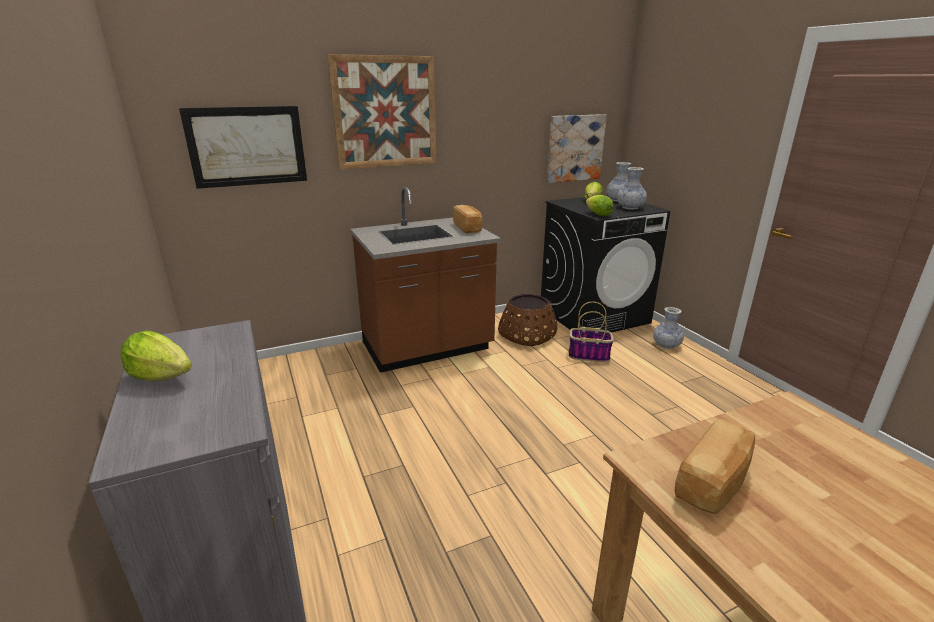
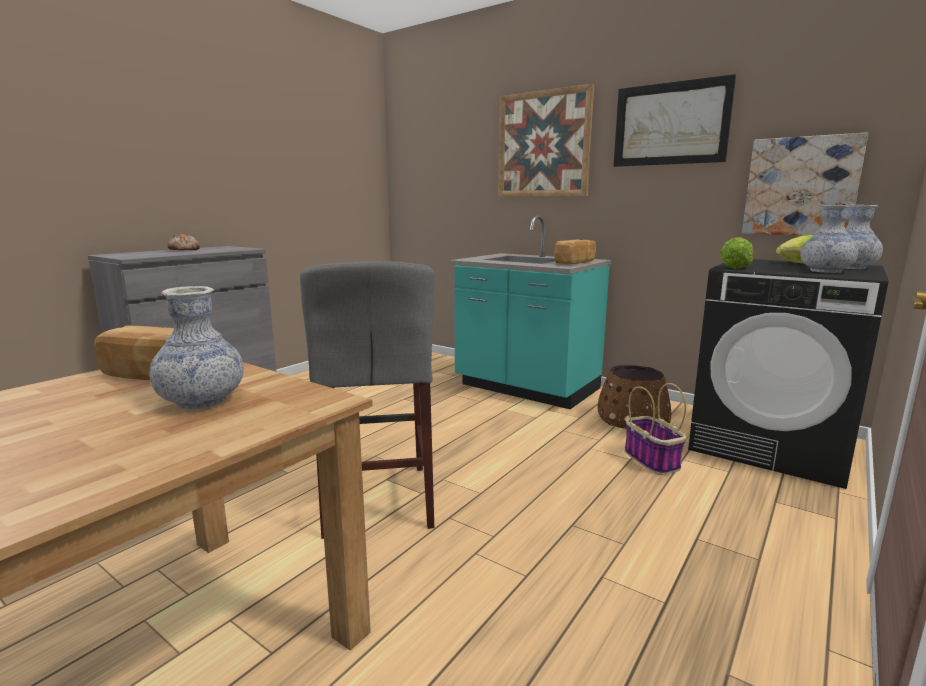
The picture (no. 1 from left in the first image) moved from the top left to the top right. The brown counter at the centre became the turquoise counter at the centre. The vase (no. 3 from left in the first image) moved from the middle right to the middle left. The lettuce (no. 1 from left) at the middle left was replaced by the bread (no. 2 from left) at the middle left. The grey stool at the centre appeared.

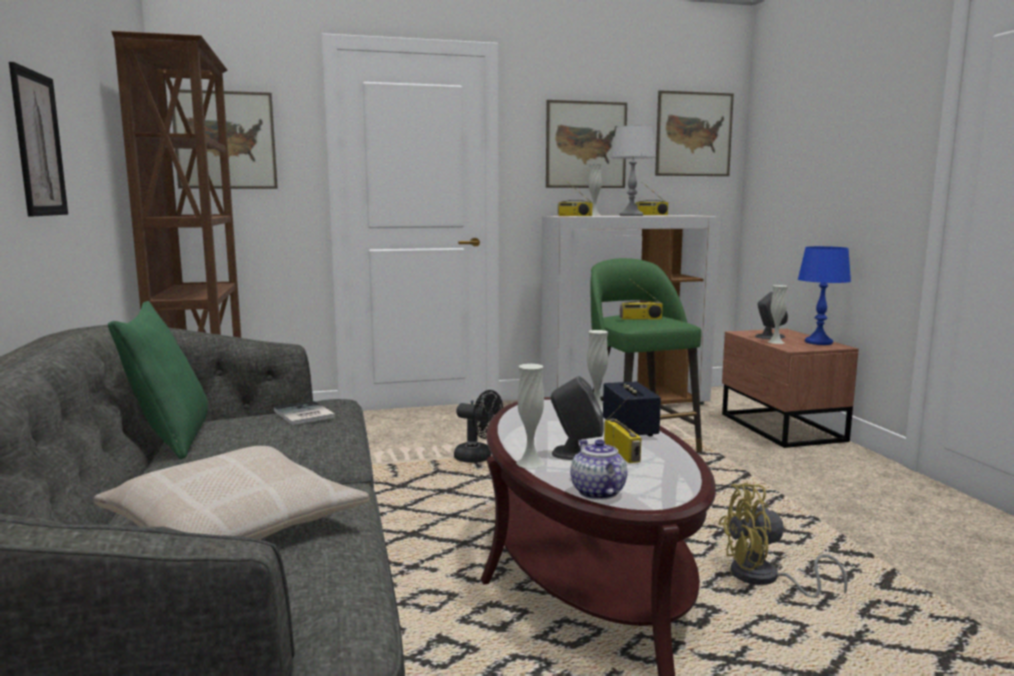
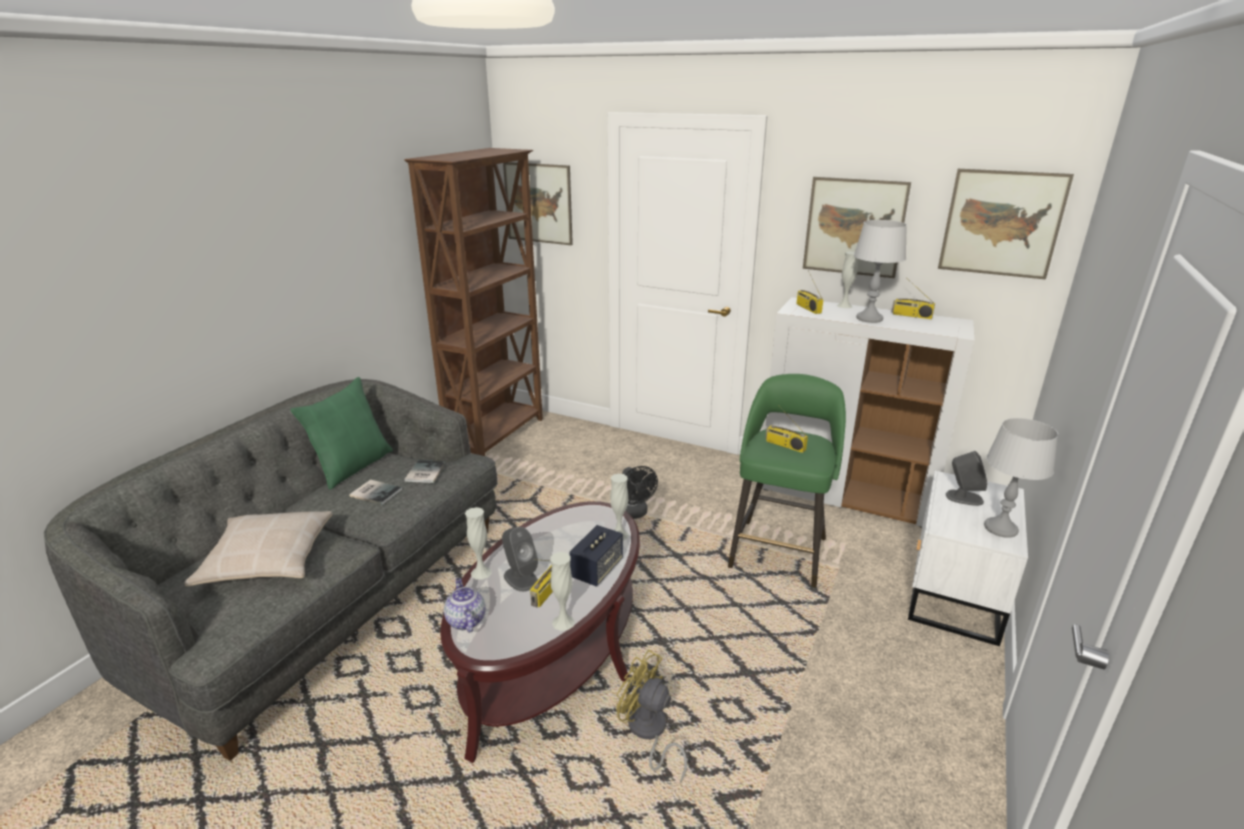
The picture (no. 1 from left) at the top left disappeared. The blue table lamp at the middle right became the grey table lamp (no. 2 from left) at the middle right. The white vase (no. 4 from left in the first image) moved from the middle right to the bottom centre. The brown nightstand at the middle right became the white nightstand at the bottom right. The teapot at the bottom centre turned 45 degrees counterclockwise. The book (no. 1 from left) at the middle left appeared.

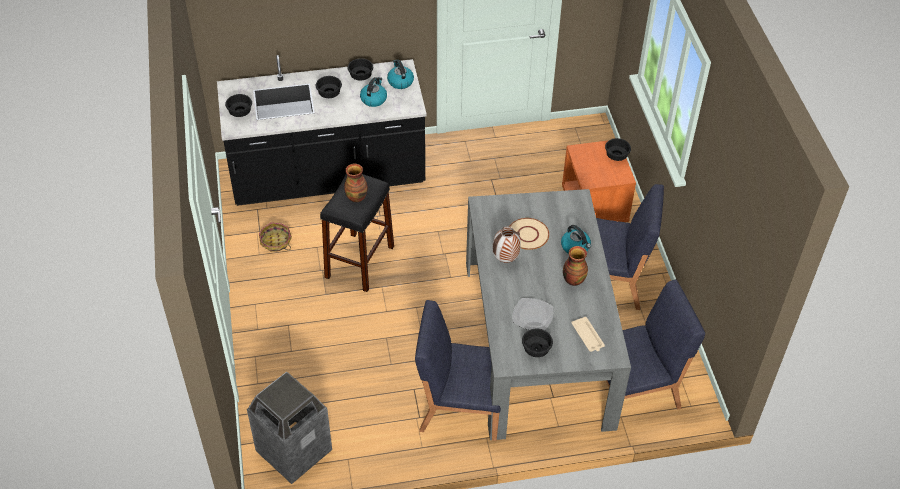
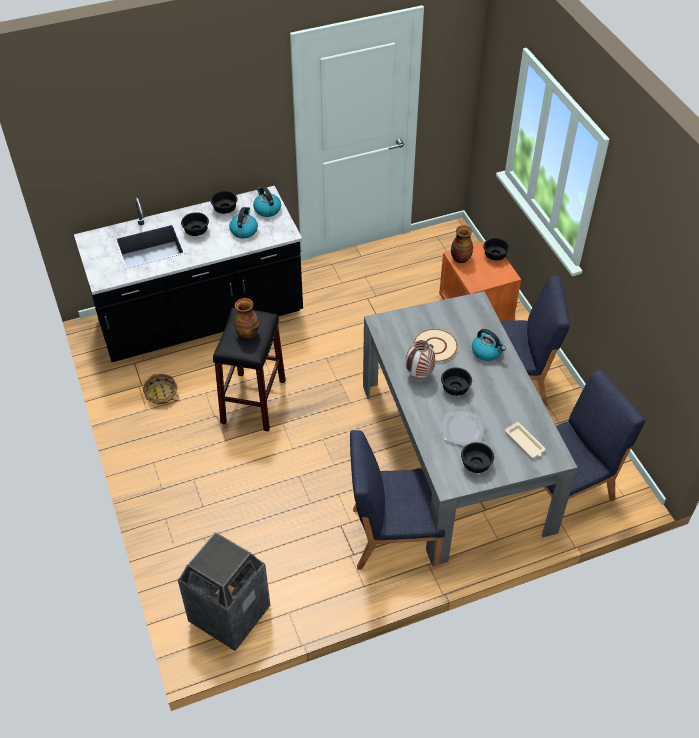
The black bowl (no. 1 from left in the first image) moved from the top left to the centre. The vase (no. 3 from left) moved from the centre to the top centre.

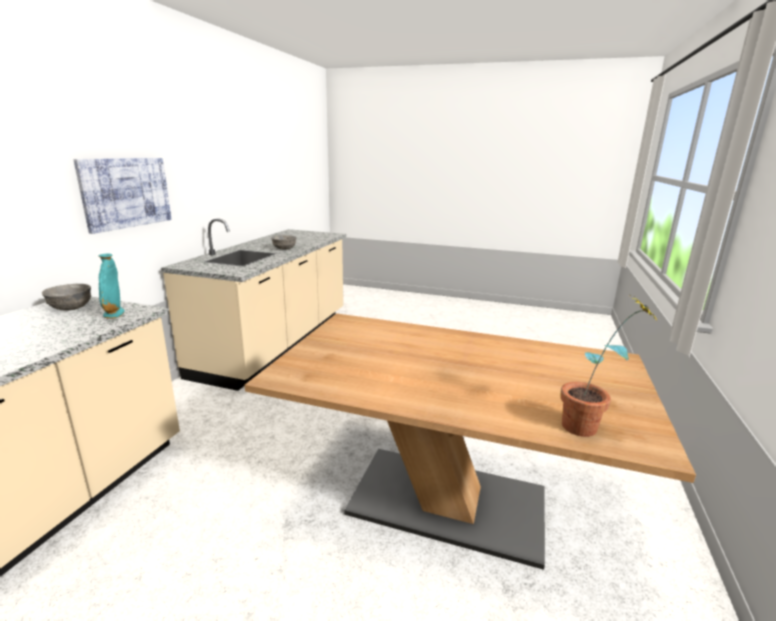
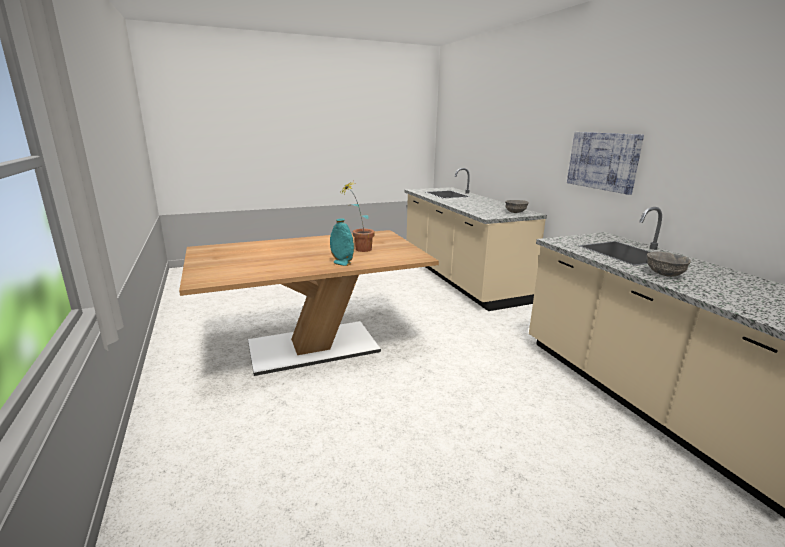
The turquoise vase moved from the middle left to the centre. The potted plant moved from the middle right to the centre.

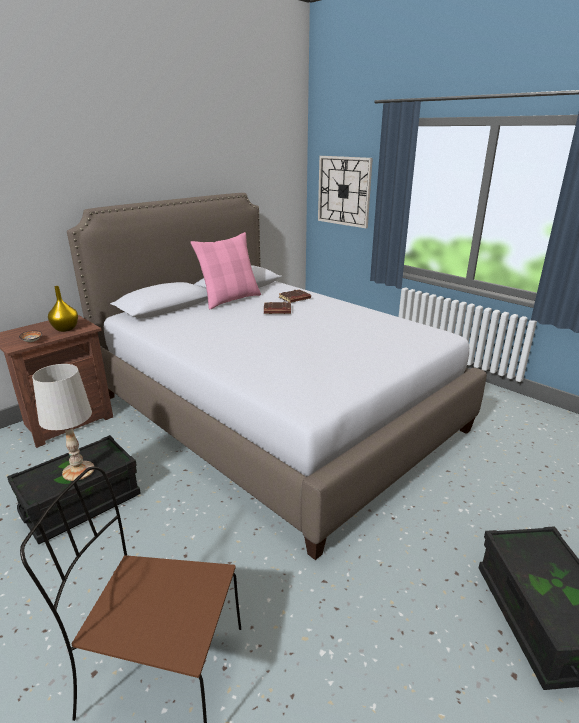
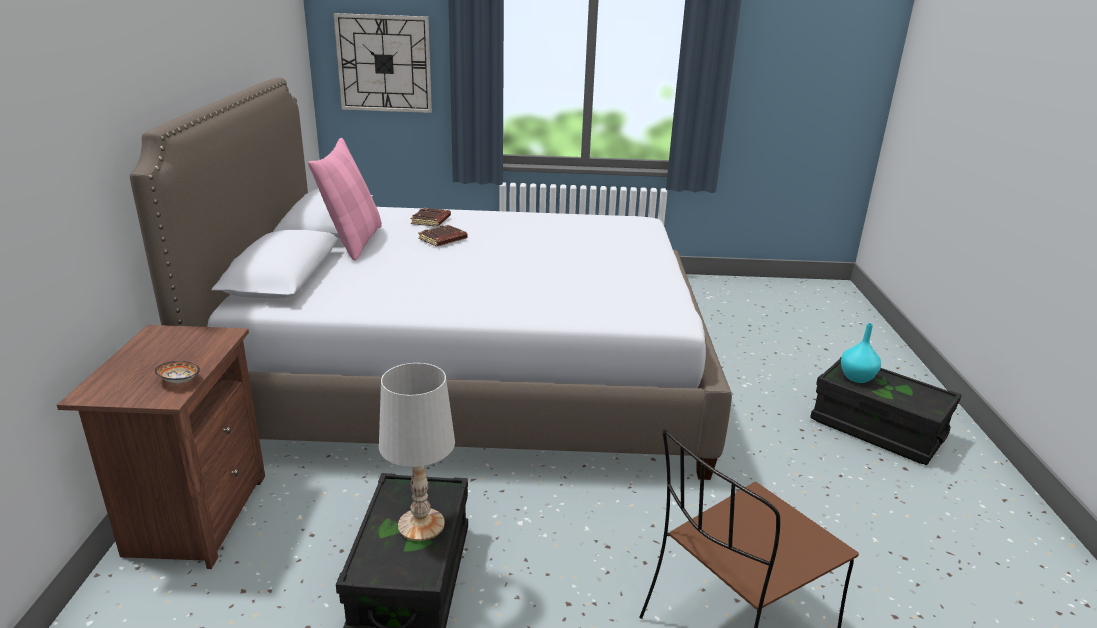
The yellow vase at the middle left disappeared. The turquoise vase at the middle right appeared.

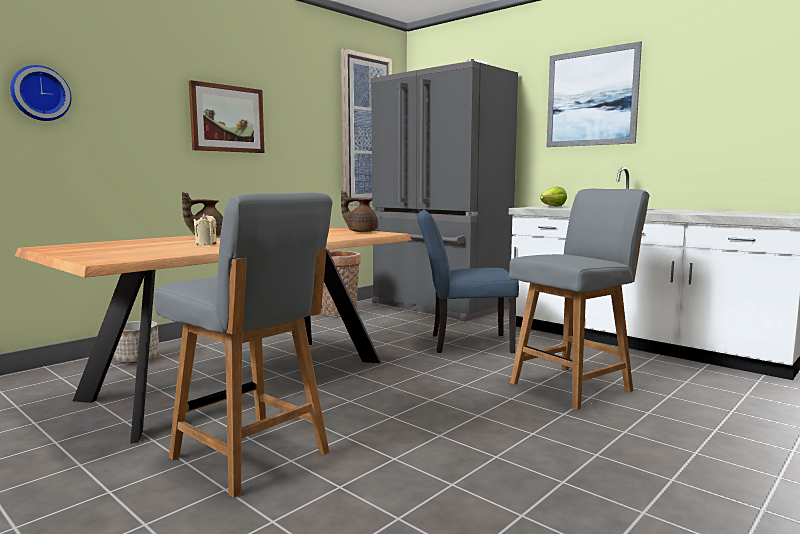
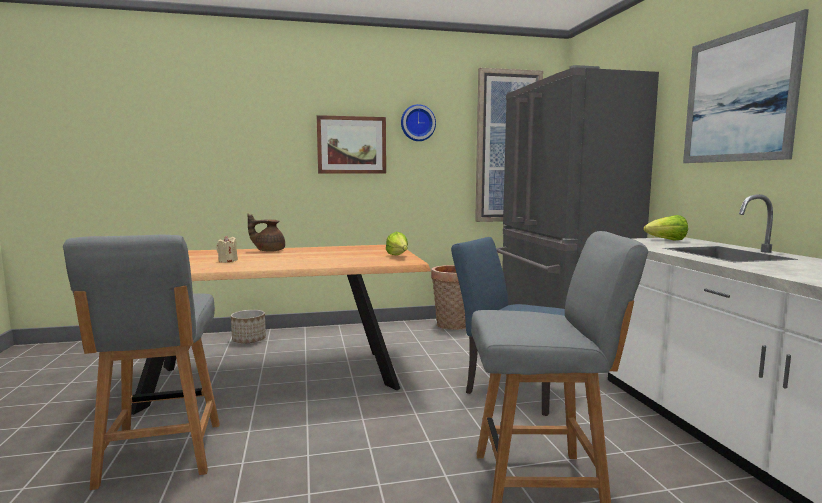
The wall clock moved from the top left to the top centre. The brown teapot (no. 2 from left) at the centre was replaced by the lettuce (no. 1 from left) at the centre.

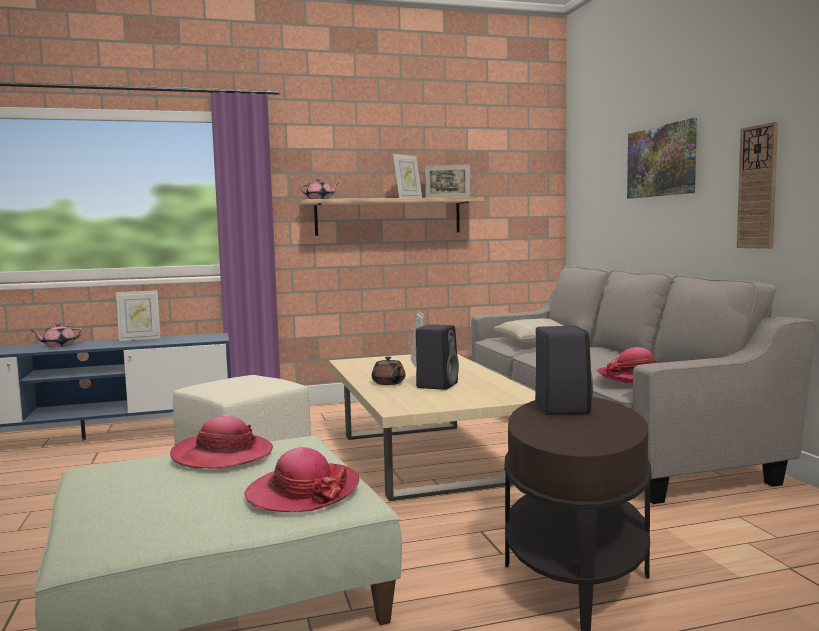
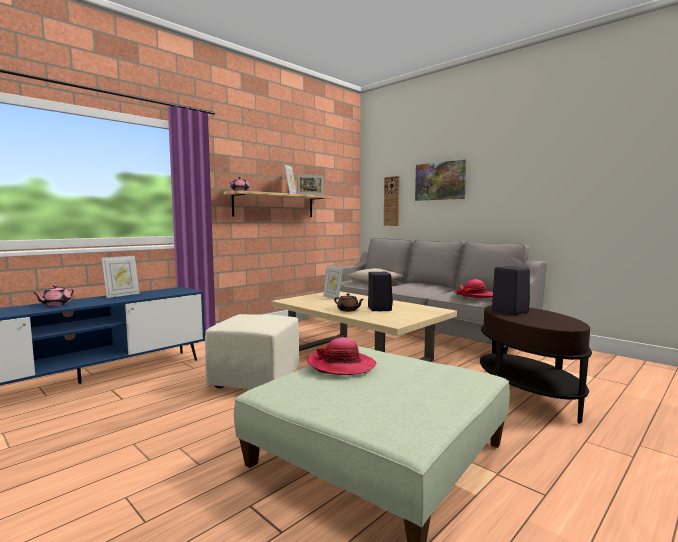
The wall clock moved from the top right to the centre. The hat (no. 2 from left) at the bottom centre disappeared.

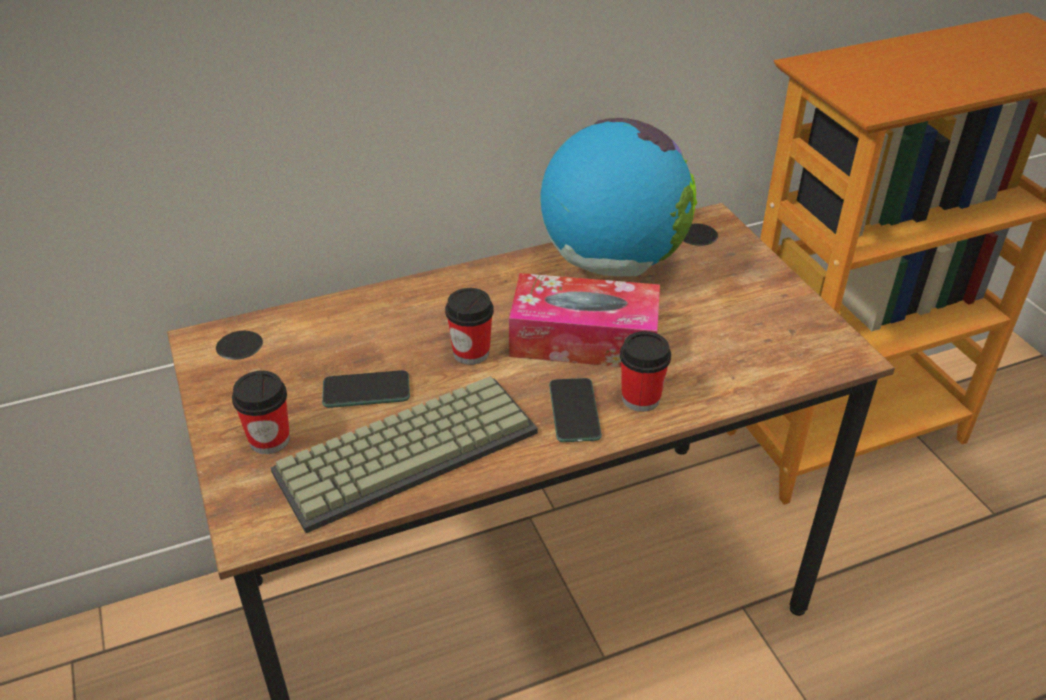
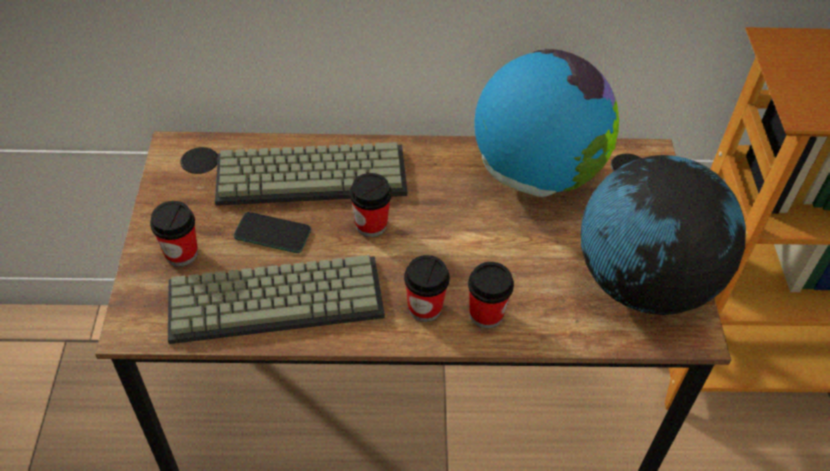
The tissue box at the centre disappeared. The phone (no. 2 from left) at the centre was replaced by the cup (no. 3 from left) at the centre. The keyboard (no. 2 from left) at the centre appeared. The globe (no. 2 from left) at the middle right appeared.

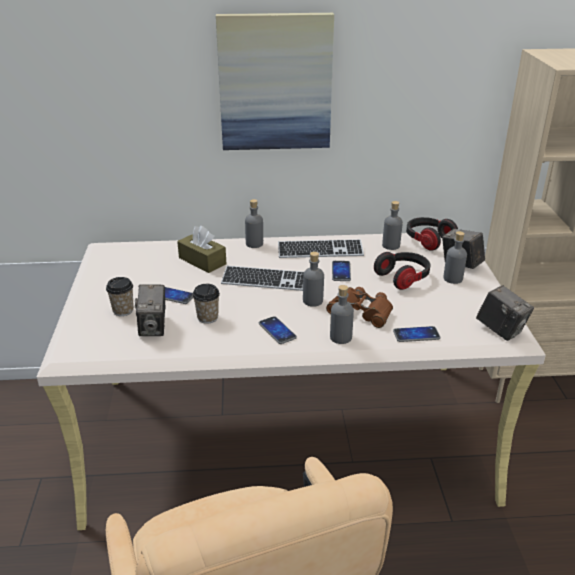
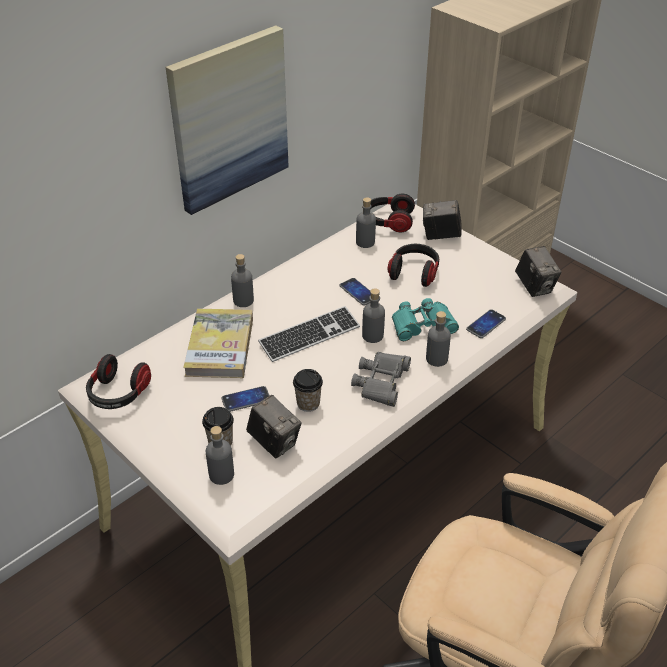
The brown tissue box at the centre was replaced by the book at the middle left. The grey bottle (no. 5 from left in the first image) moved from the middle right to the bottom left. The keyboard (no. 2 from left) at the centre disappeared. The photo camera (no. 3 from left) at the middle right turned 60 degrees clockwise. The brown binoculars at the centre became the turquoise binoculars at the centre. The phone (no. 2 from left) at the centre was replaced by the grey binoculars at the centre. The headphones (no. 1 from left) at the middle left appeared.

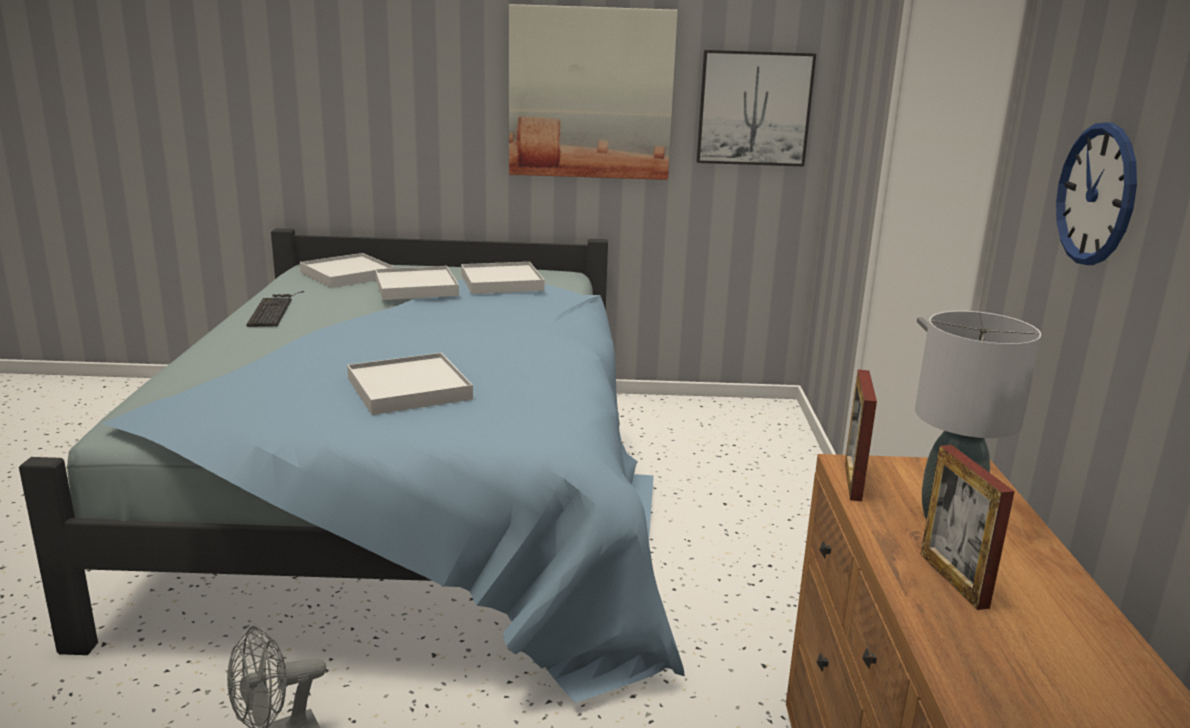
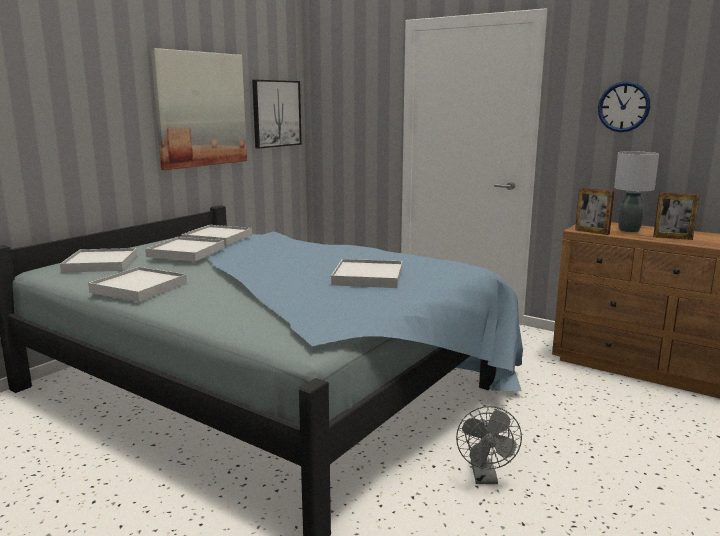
The keyboard at the middle left was replaced by the white tray (no. 2 from left) at the middle left.

